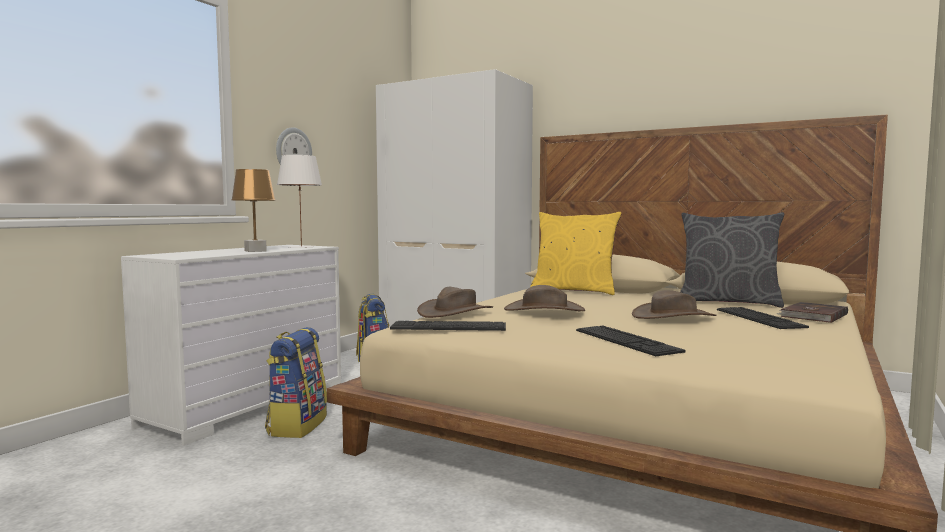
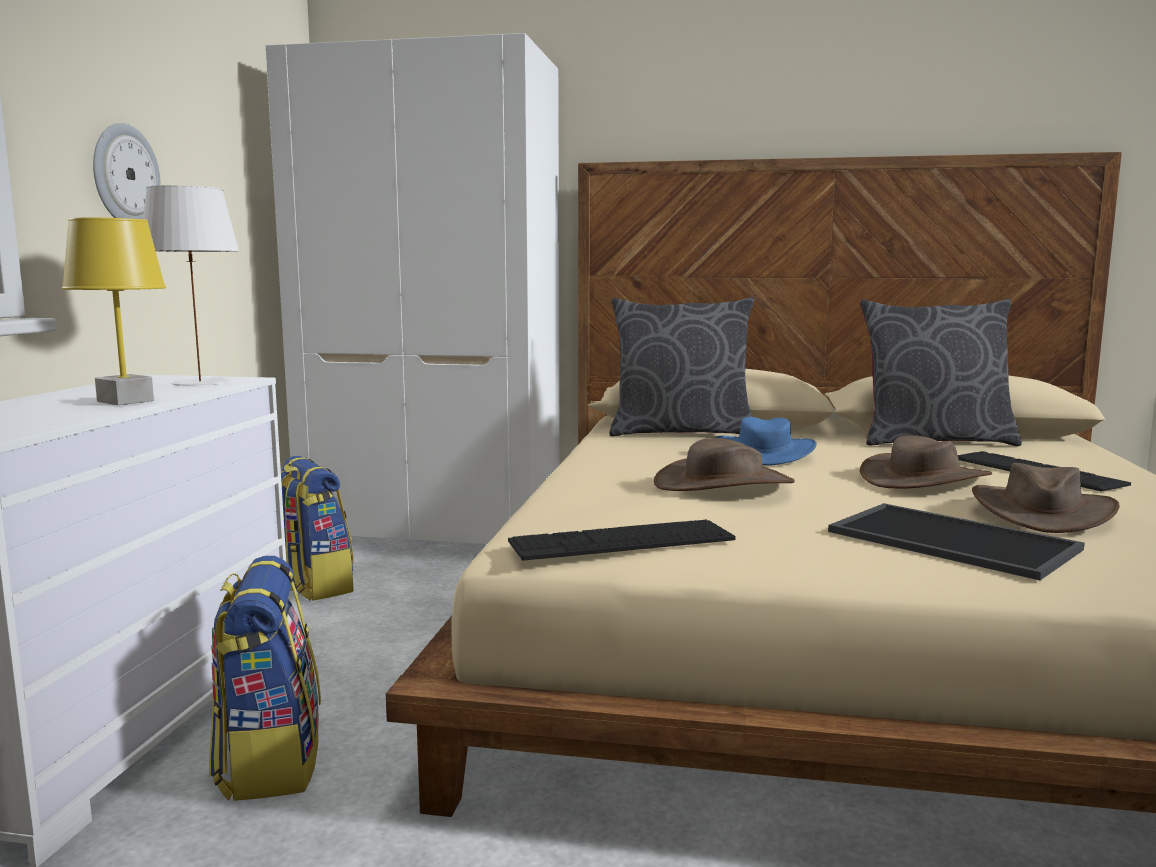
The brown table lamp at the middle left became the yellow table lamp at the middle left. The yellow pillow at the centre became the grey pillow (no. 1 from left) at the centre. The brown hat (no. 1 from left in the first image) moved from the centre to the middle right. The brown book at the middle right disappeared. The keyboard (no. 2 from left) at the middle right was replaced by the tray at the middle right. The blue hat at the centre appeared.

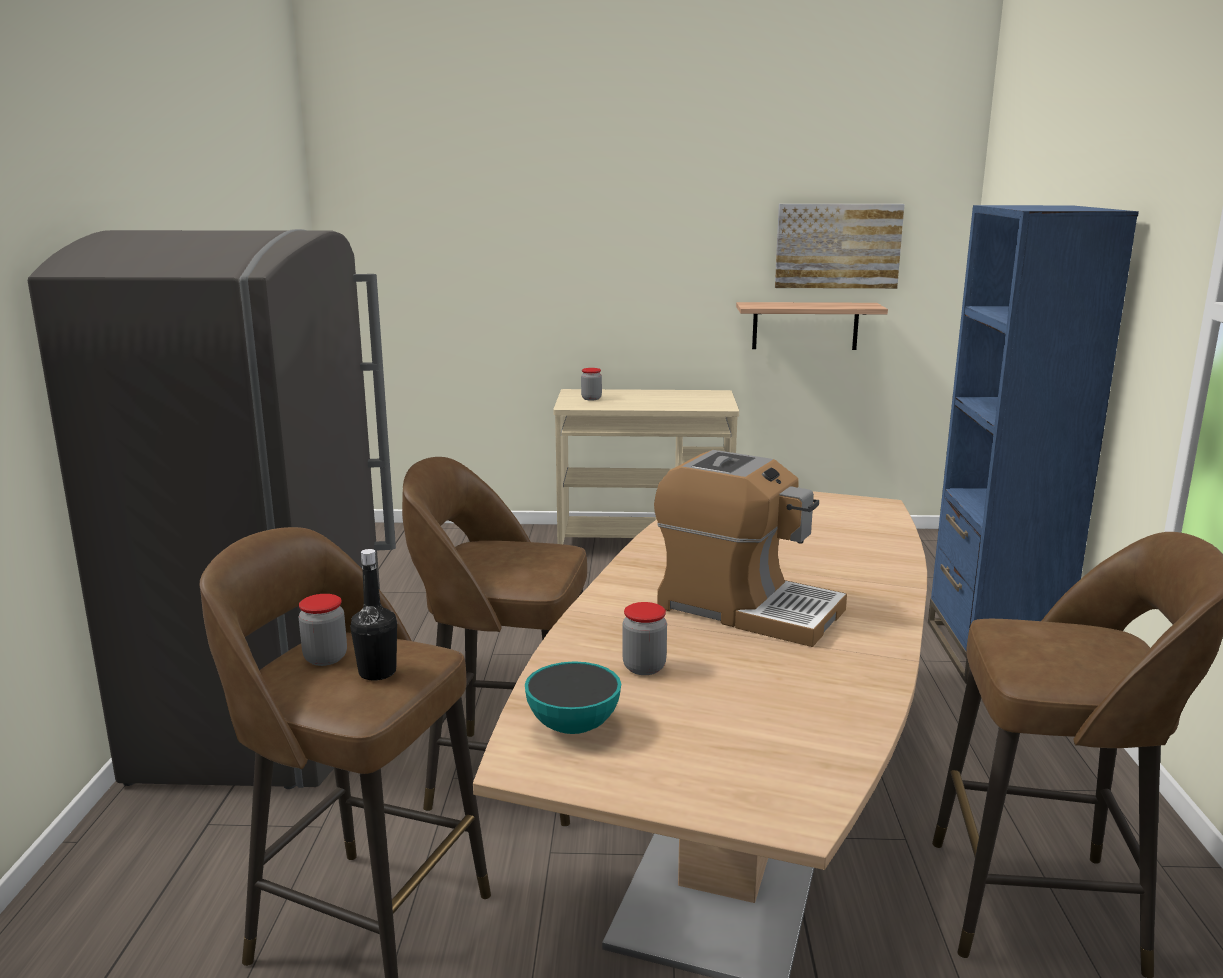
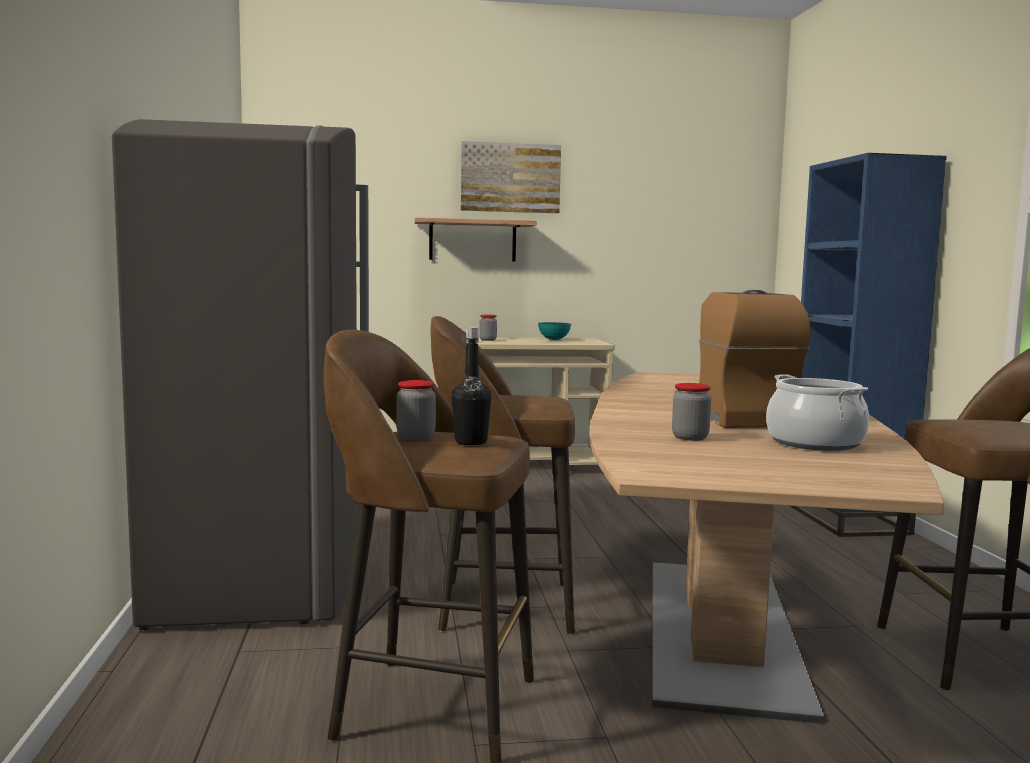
The picture moved from the top right to the top centre. The shelf moved from the centre to the top centre. The coffee machine at the centre turned 120 degrees counterclockwise. The bowl moved from the bottom centre to the centre. The cooking pot at the middle right appeared.

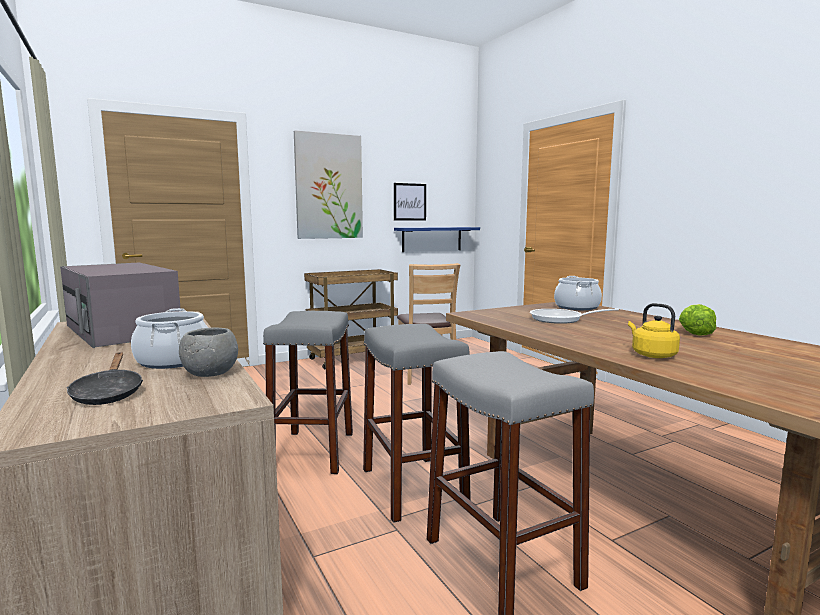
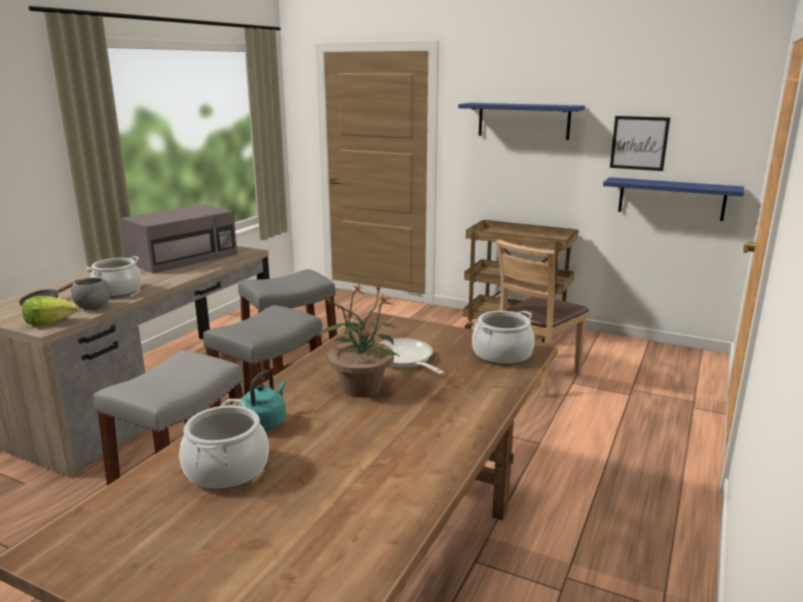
The picture (no. 1 from left) at the top centre was replaced by the blue shelf (no. 1 from left) at the top centre. The grey microwave at the middle left turned 150 degrees counterclockwise. The yellow kettle at the middle right became the turquoise kettle at the middle left. The lettuce moved from the middle right to the middle left. The potted plant at the centre appeared. The cooking pot (no. 2 from left) at the bottom left appeared.

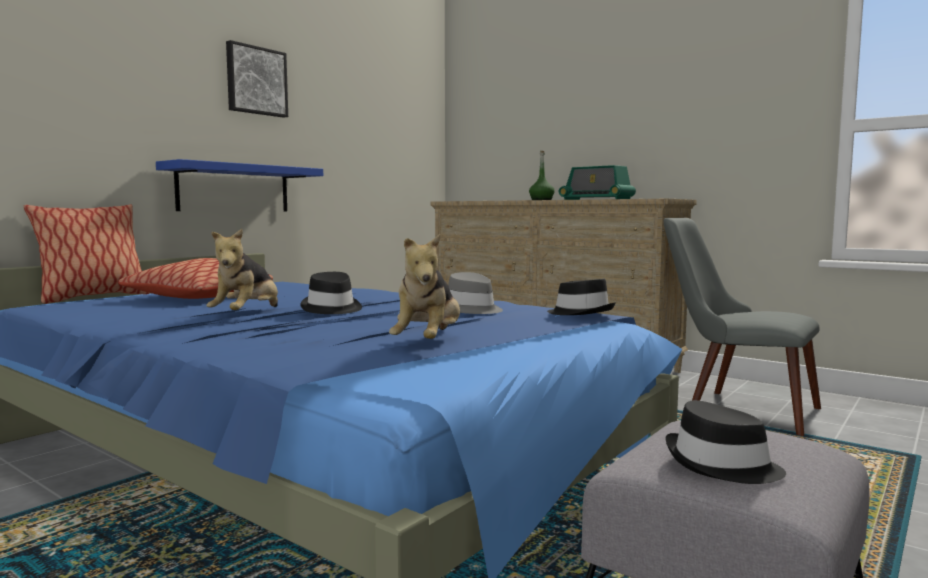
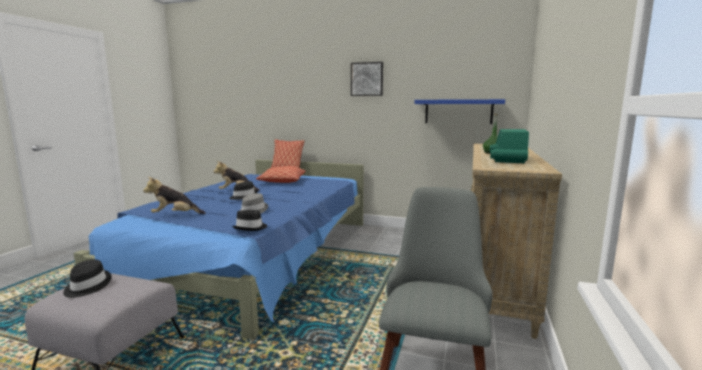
The blue shelf moved from the top left to the top centre.

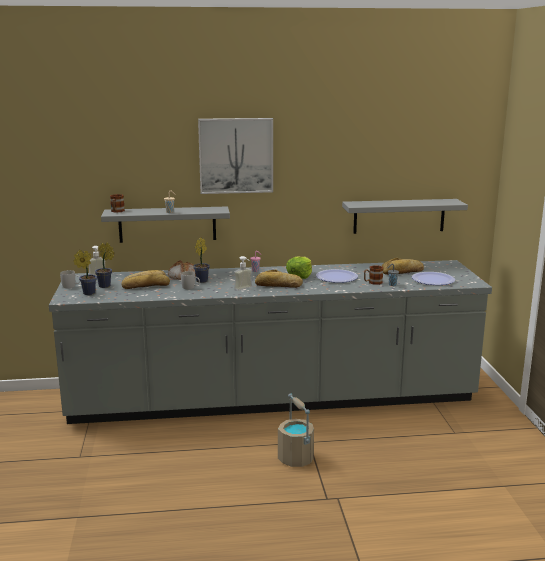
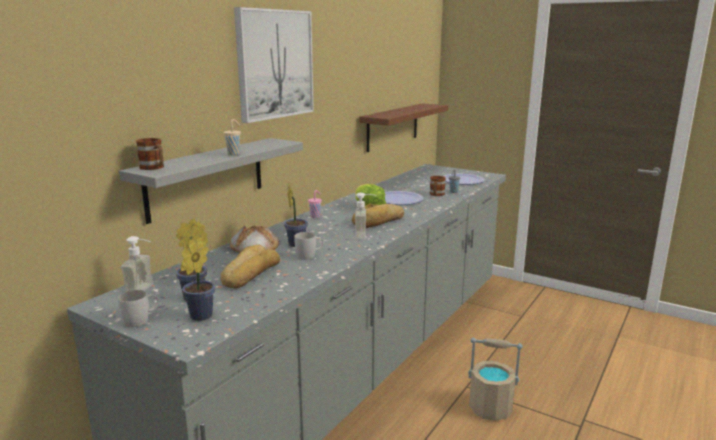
The grey shelf (no. 2 from left) at the middle right became the brown shelf at the top centre. The bread (no. 4 from left) at the middle right disappeared.

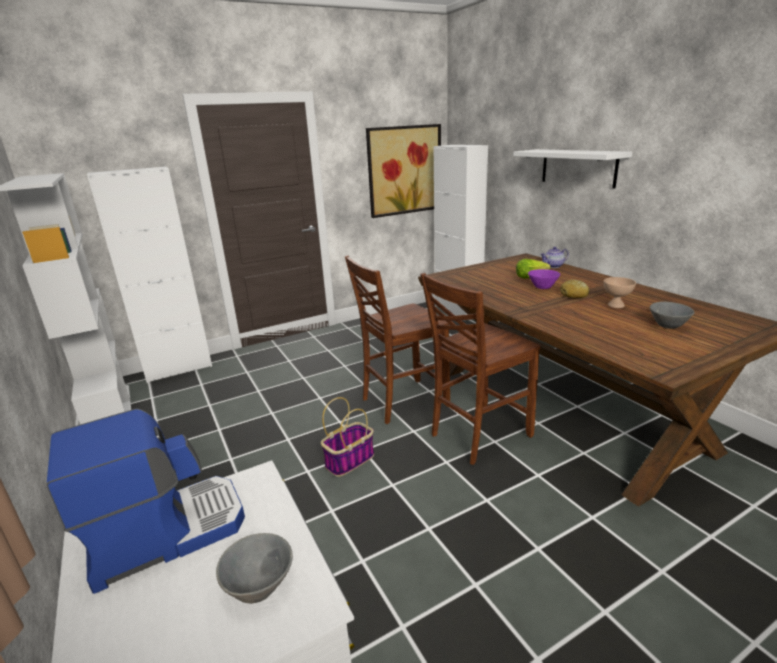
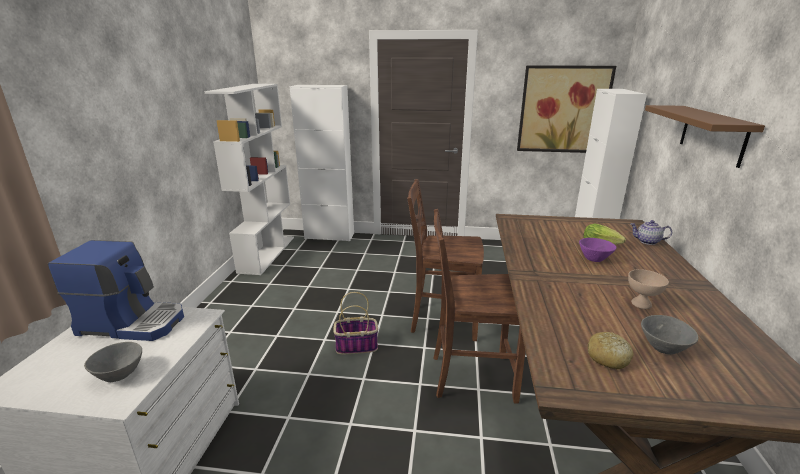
The white shelf at the top right became the brown shelf at the top right. The bread moved from the middle right to the bottom right.

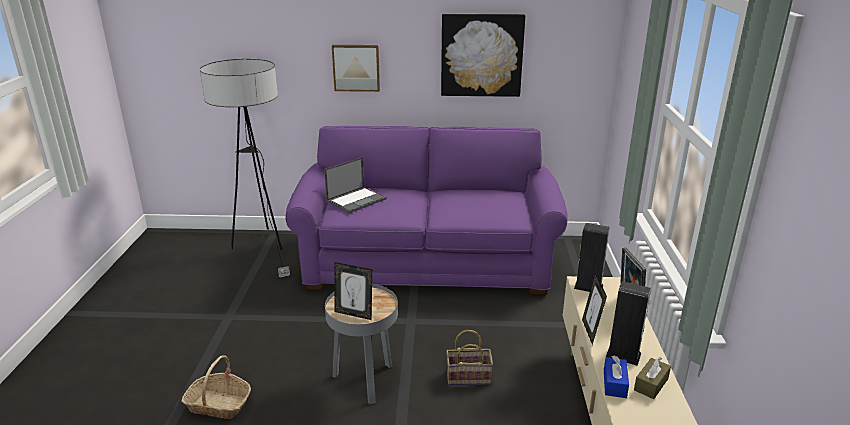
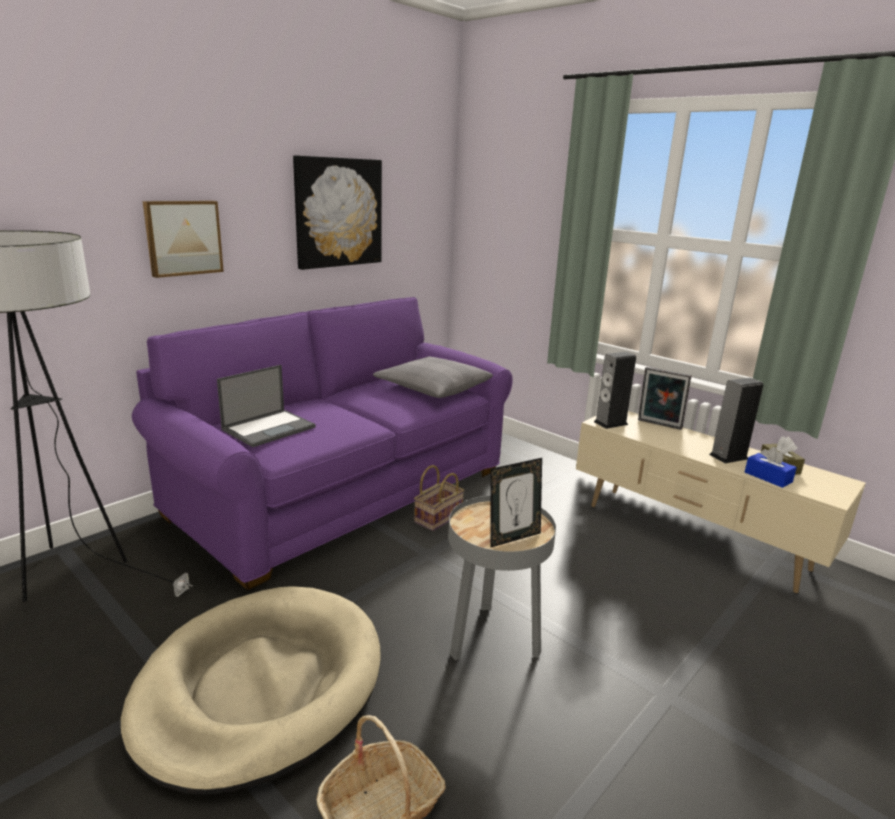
The laptop at the centre turned 45 degrees clockwise. The picture frame (no. 2 from left) at the bottom right disappeared. The basket (no. 2 from left) moved from the bottom centre to the centre. The grey pillow at the centre appeared. The beige dog bed at the bottom left appeared.

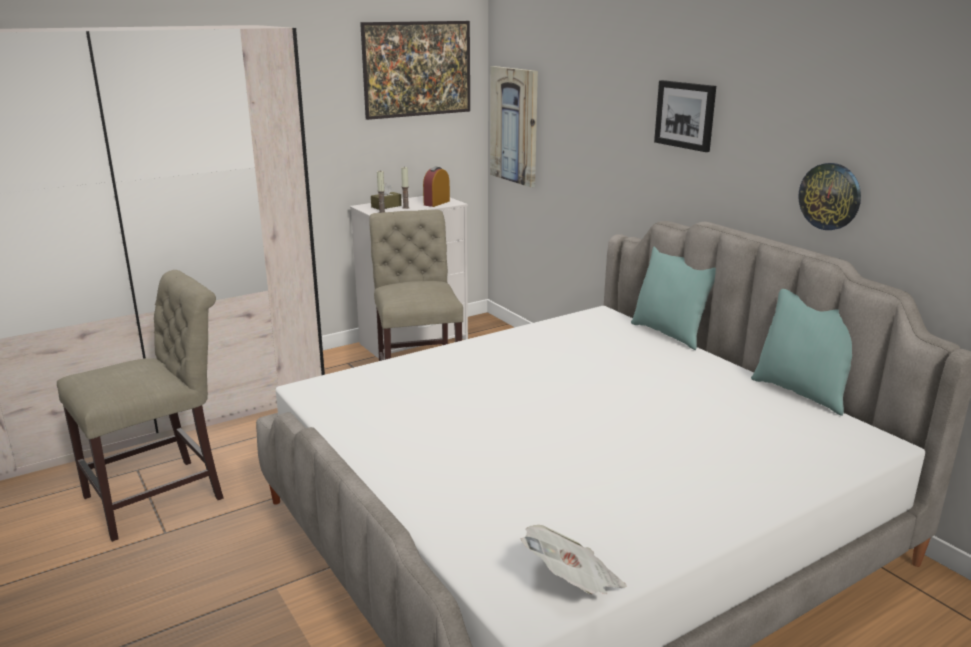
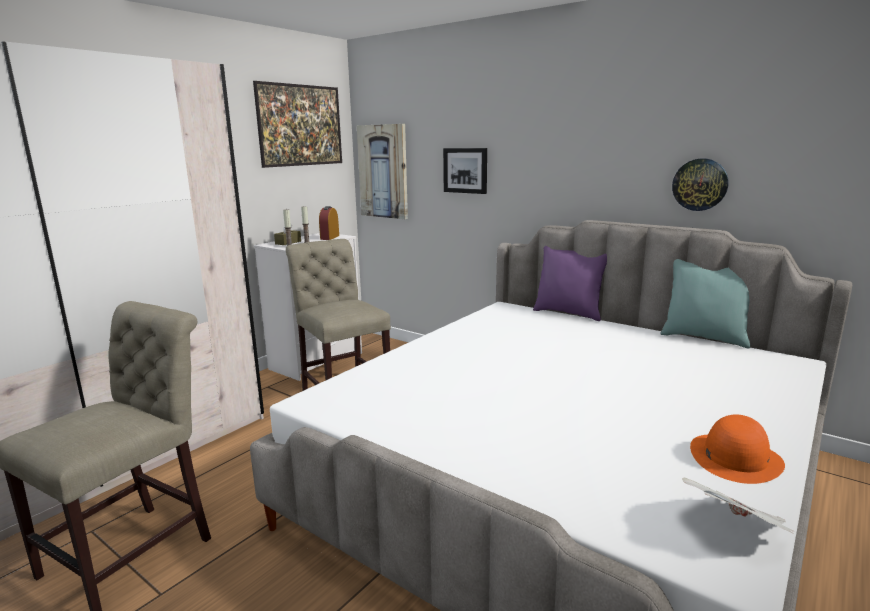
The picture (no. 3 from left) moved from the top right to the top centre. The turquoise pillow (no. 1 from left) at the middle right became the purple pillow at the centre. The orange hat at the bottom right appeared.

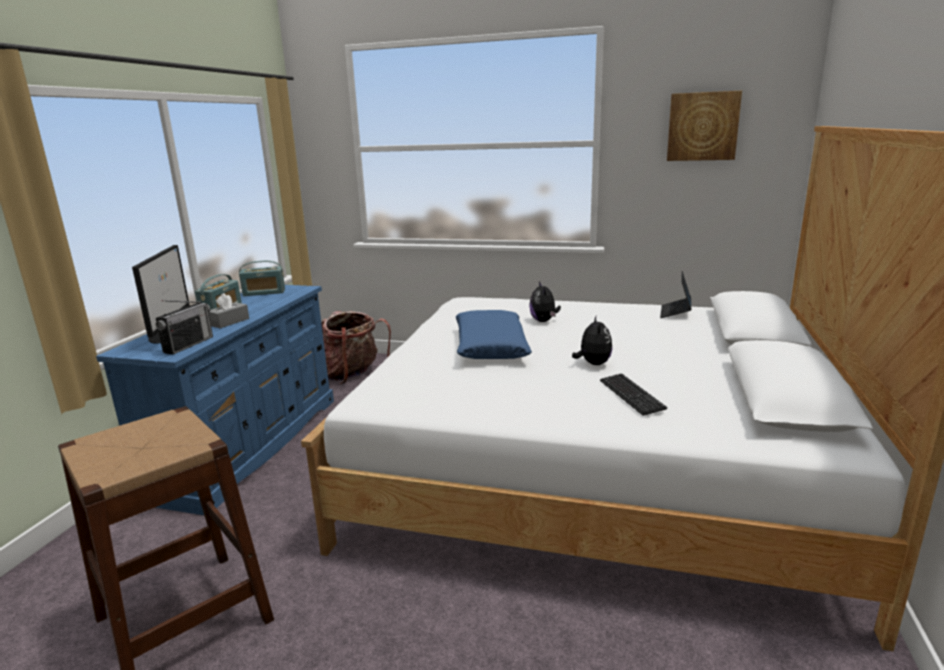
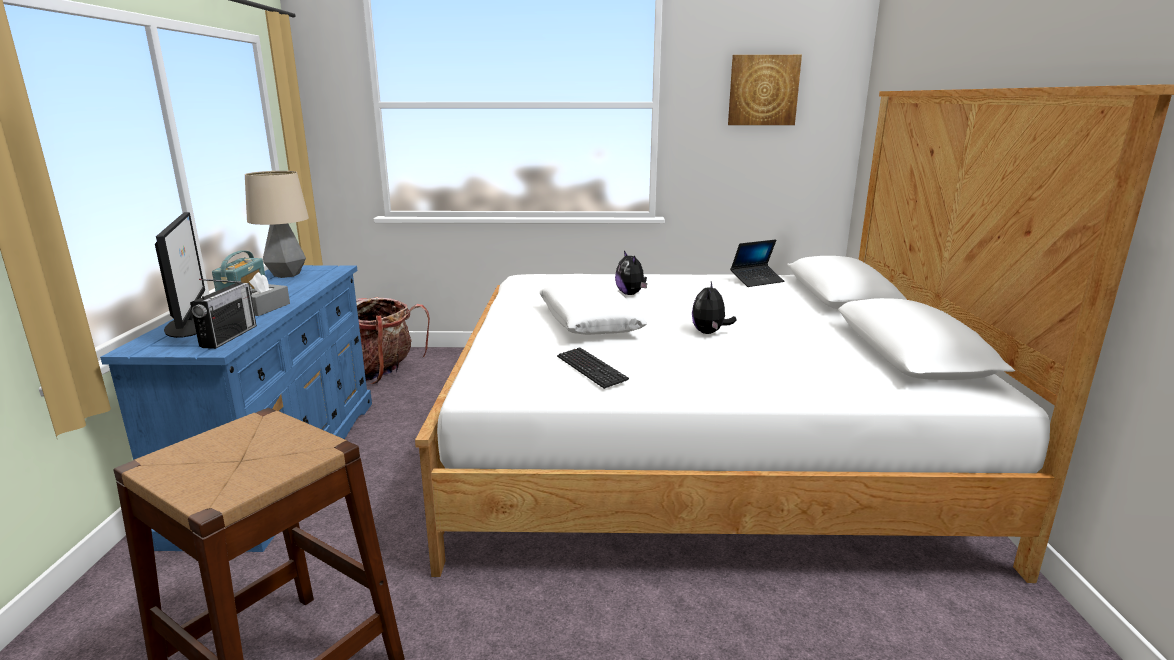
The radio (no. 3 from left) at the middle left was replaced by the table lamp at the middle left. The laptop at the middle right turned 120 degrees counterclockwise. The blue pillow at the centre became the white pillow at the centre. The plush toy (no. 2 from left) at the centre turned 150 degrees counterclockwise. The keyboard moved from the middle right to the centre.

